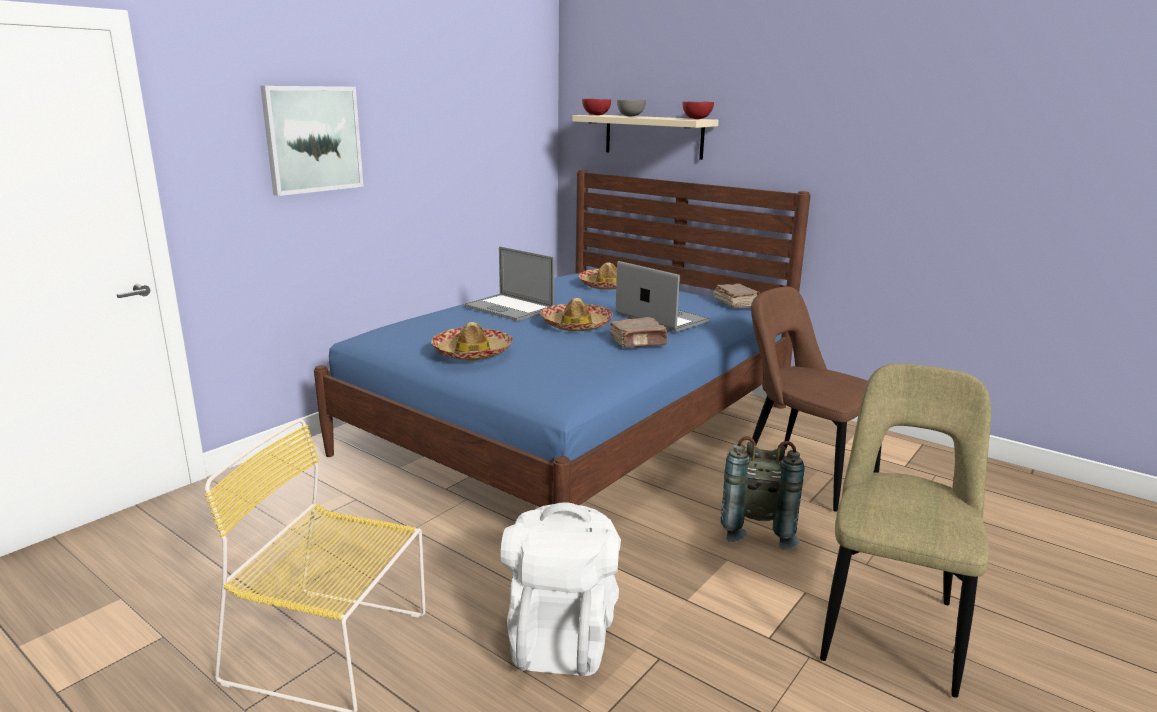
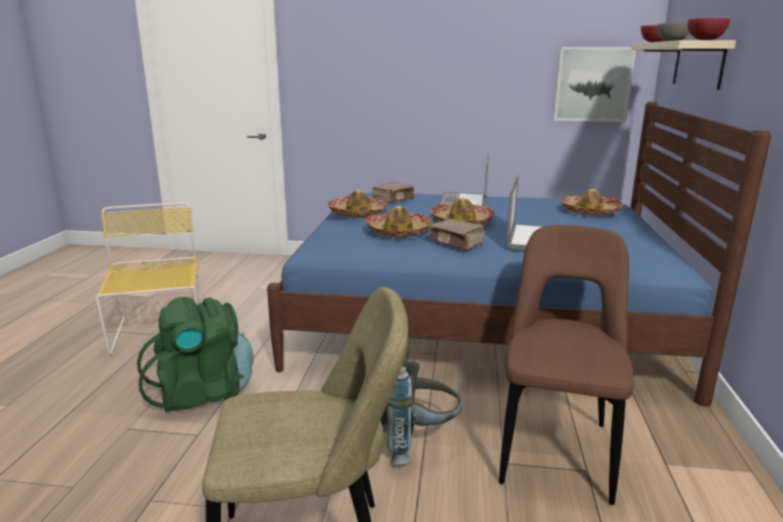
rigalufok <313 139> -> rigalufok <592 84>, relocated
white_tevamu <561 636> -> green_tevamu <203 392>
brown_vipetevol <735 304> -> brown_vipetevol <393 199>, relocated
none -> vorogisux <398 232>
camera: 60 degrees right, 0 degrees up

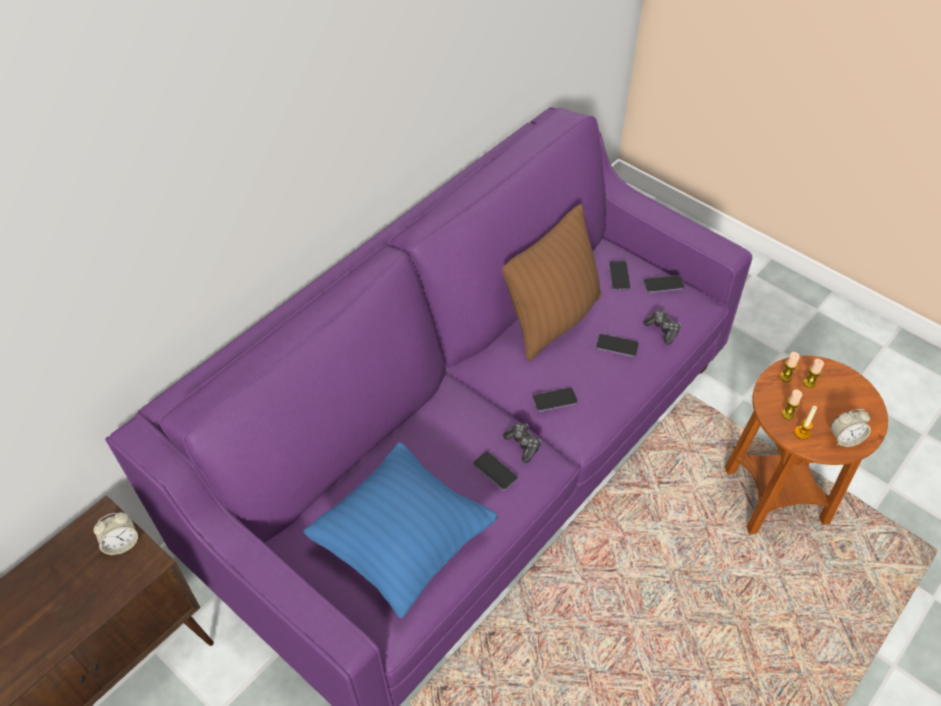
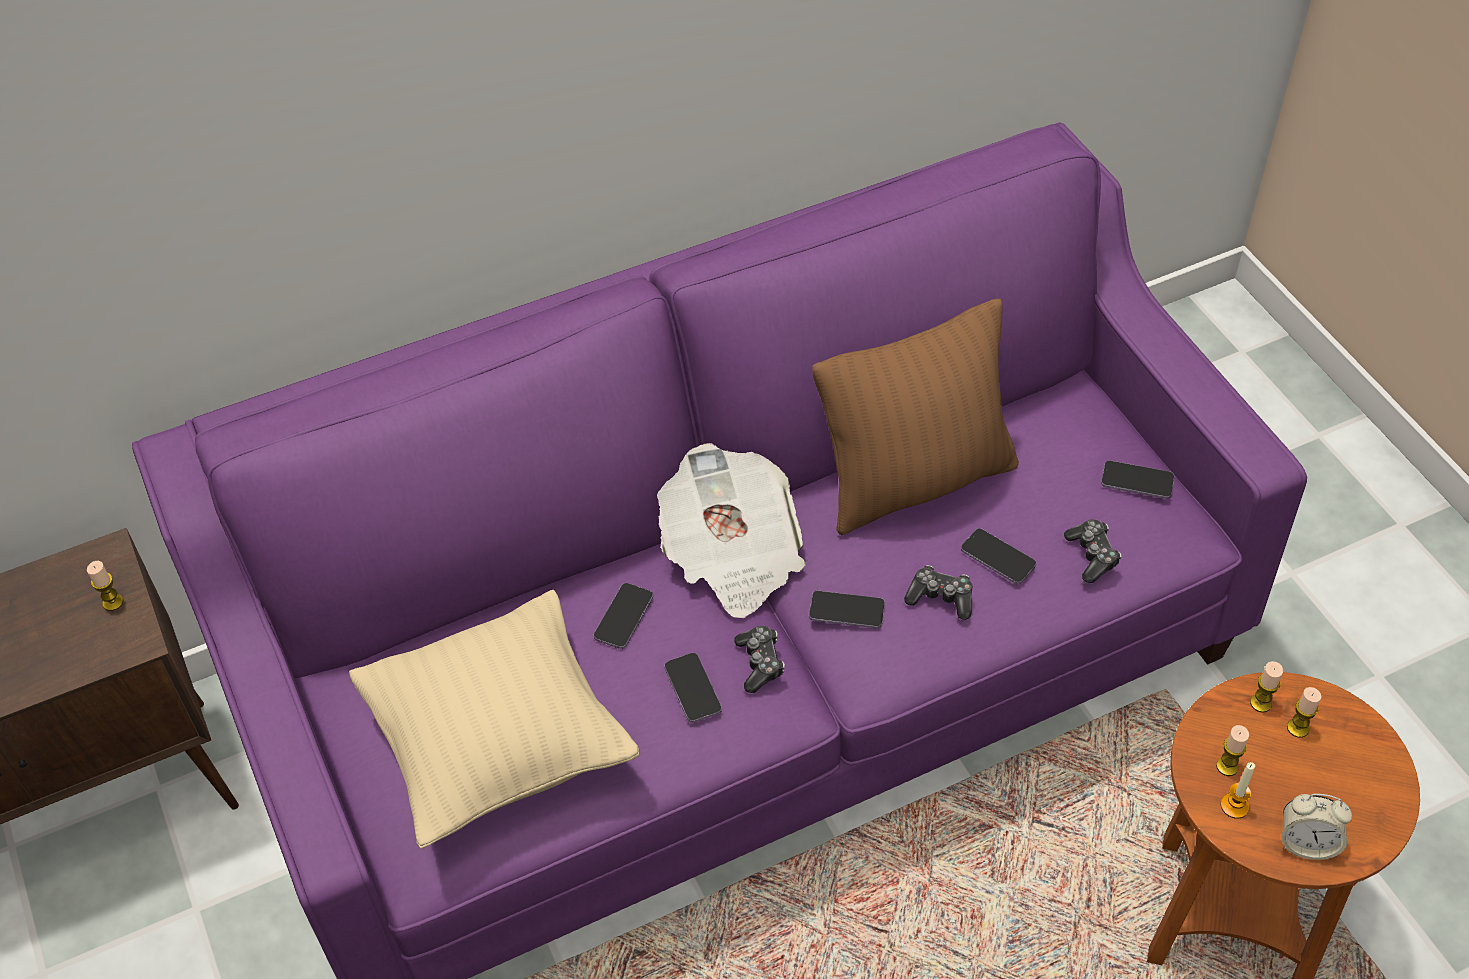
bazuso <122 543> -> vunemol <113 602>
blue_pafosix <403 543> -> beige_pafosix <499 745>
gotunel <619 276> -> gotunel <623 617>, relocated
none -> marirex <732 555>
none -> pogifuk <941 597>
camera: 25 degrees right, 0 degrees up

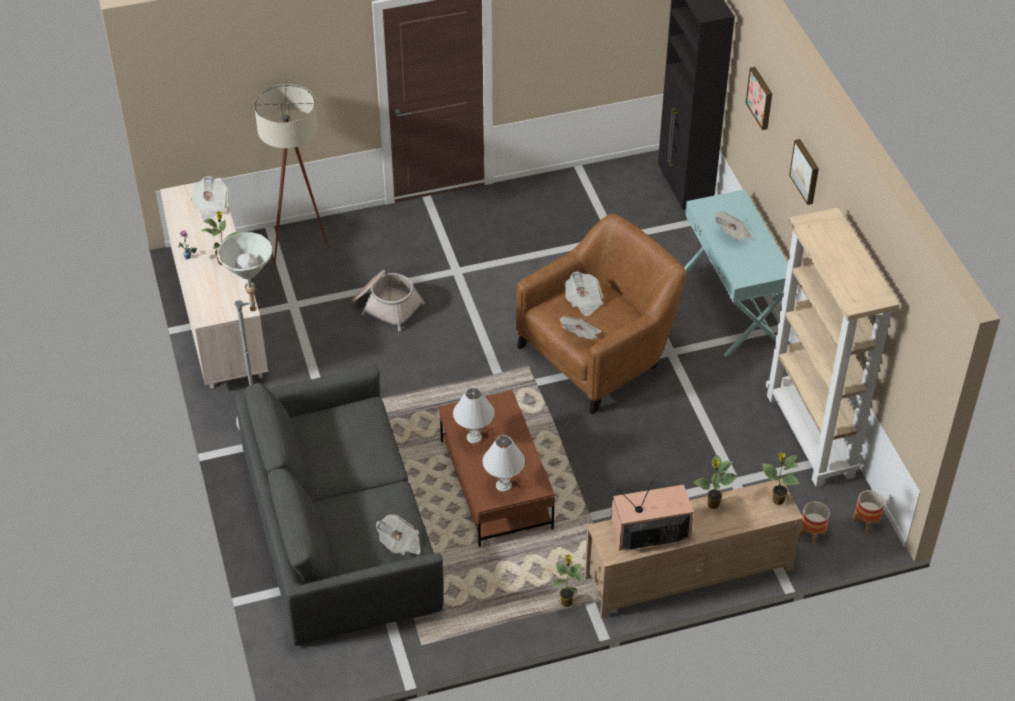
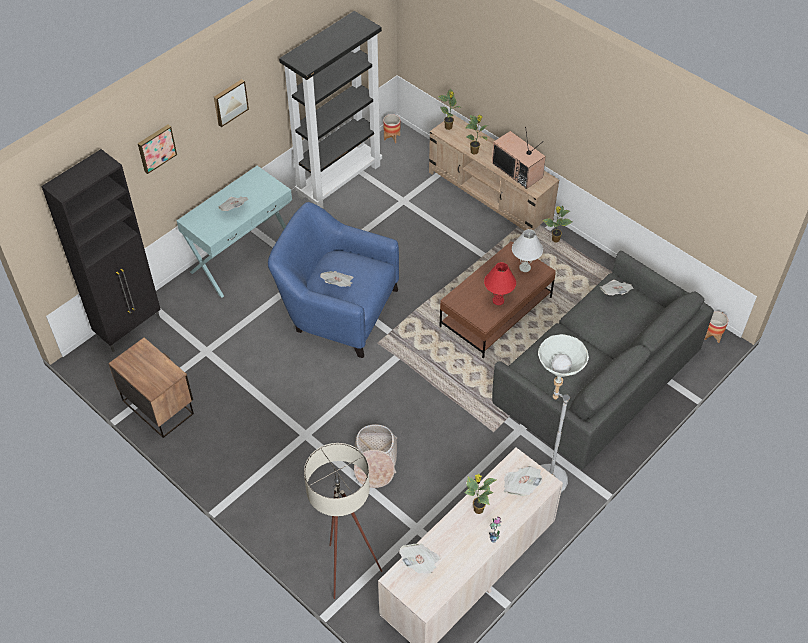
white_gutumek <474 438> -> red_gutumek <498 300>
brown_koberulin <599 353> -> blue_koberulin <337 309>
marirex <580 335> -> marirex <520 485>, relocated
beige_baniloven <811 436> -> black_baniloven <339 180>
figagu <812 534> -> figagu <712 335>, relocated
none -> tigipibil <158 406>
camera: 120 degrees left, 5 degrees up

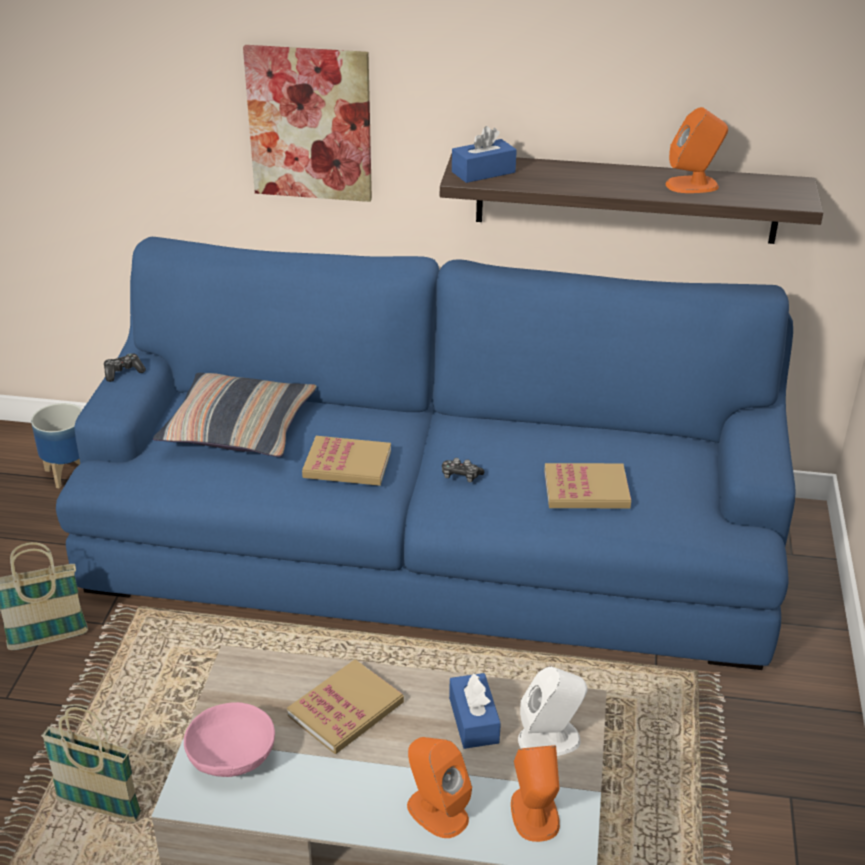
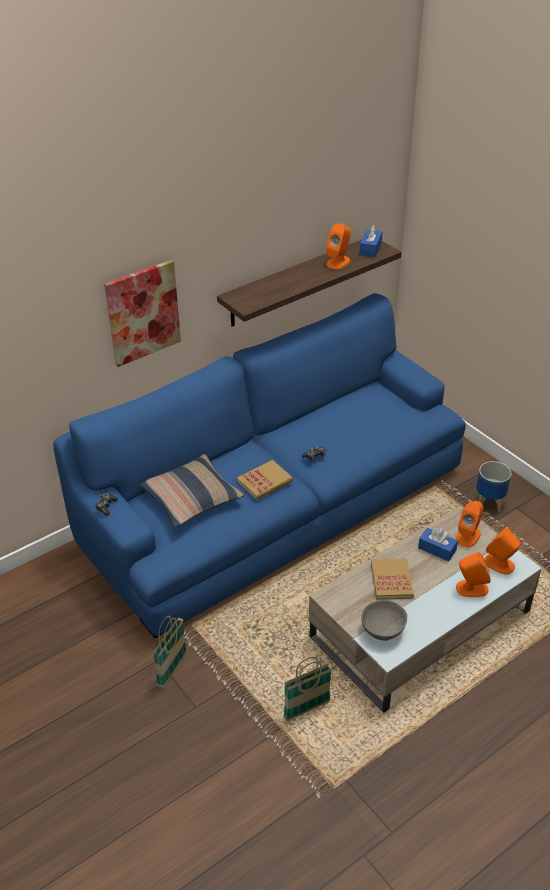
figagu <69 473> -> figagu <489 502>, relocated
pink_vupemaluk <233 760> -> grey_vupemaluk <383 629>
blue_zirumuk <483 172> -> blue_zirumuk <370 249>, relocated
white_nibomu <550 739> -> orange_nibomu <468 536>
vipetevol <586 490> -> none
camera: 45 degrees left, 5 degrees up

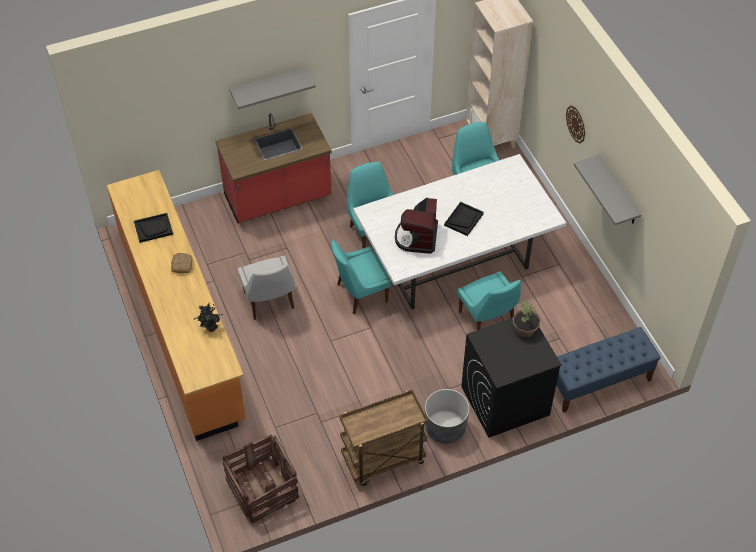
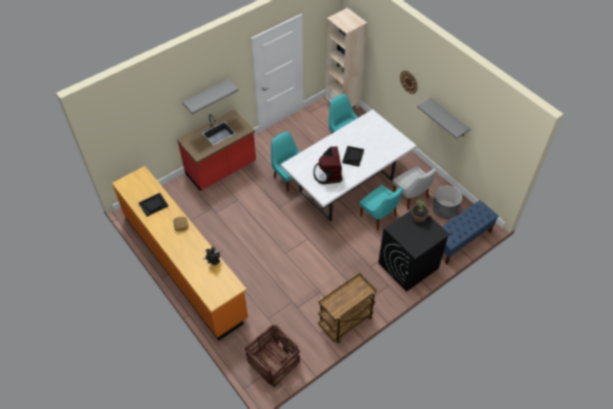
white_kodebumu <269 302> -> white_kodebumu <411 197>, relocated
turquoise_kodebumu <360 294> -> none
grey_figagu <445 428> -> grey_figagu <444 210>, relocated
camera: 15 degrees left, 0 degrees up

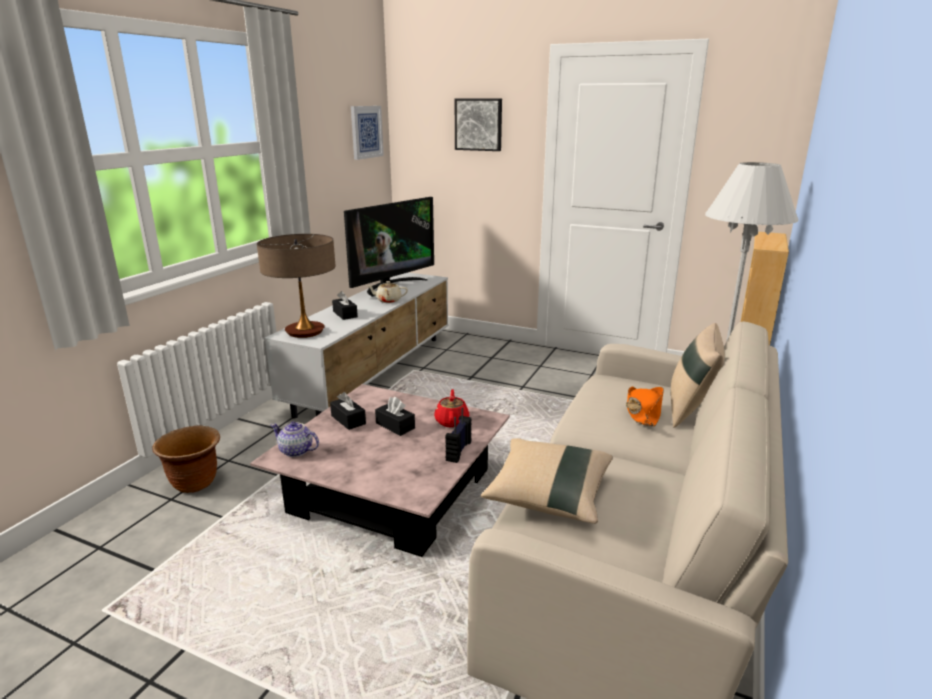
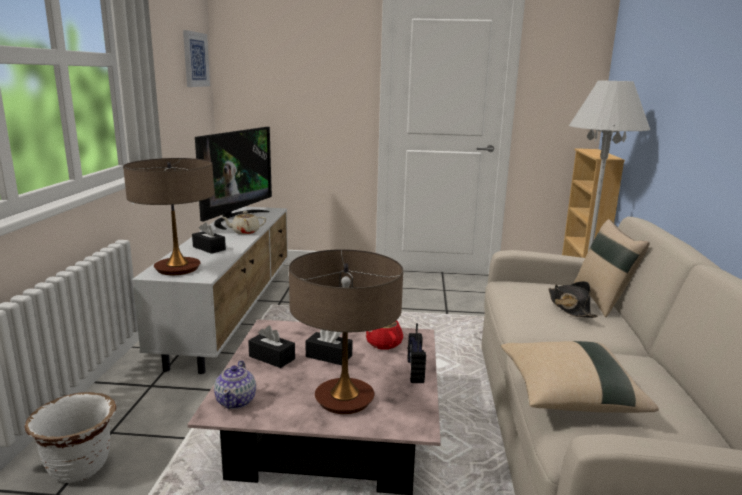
brown_figagu <195 483> -> white_figagu <80 468>
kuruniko <296 451> -> kuruniko <236 401>, 90 degrees counterclockwise
rigalufok <479 124> -> none
orange_vorogisux <643 412> -> black_vorogisux <570 307>
none -> gutumek <344 399>
camera: 20 degrees left, 5 degrees down

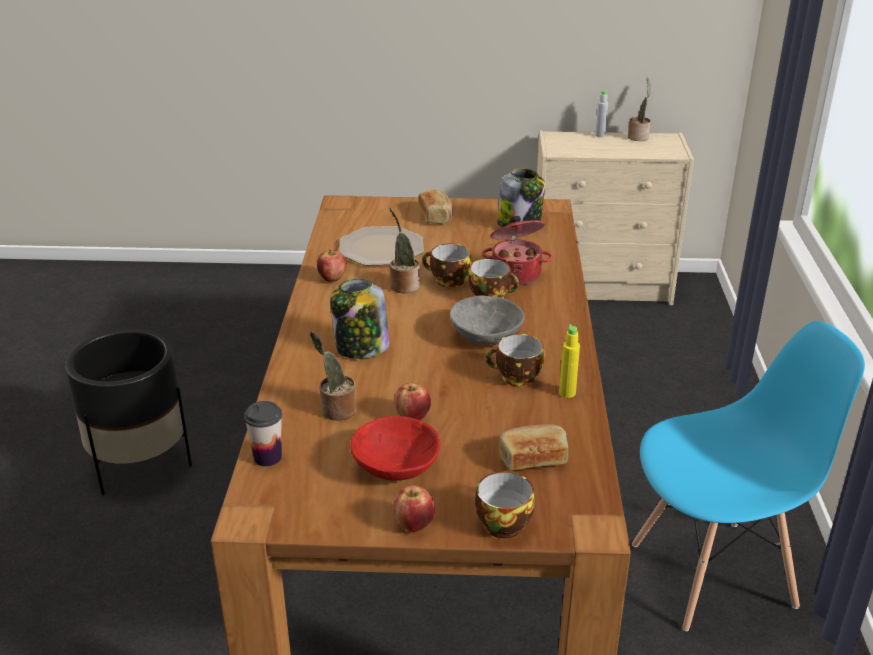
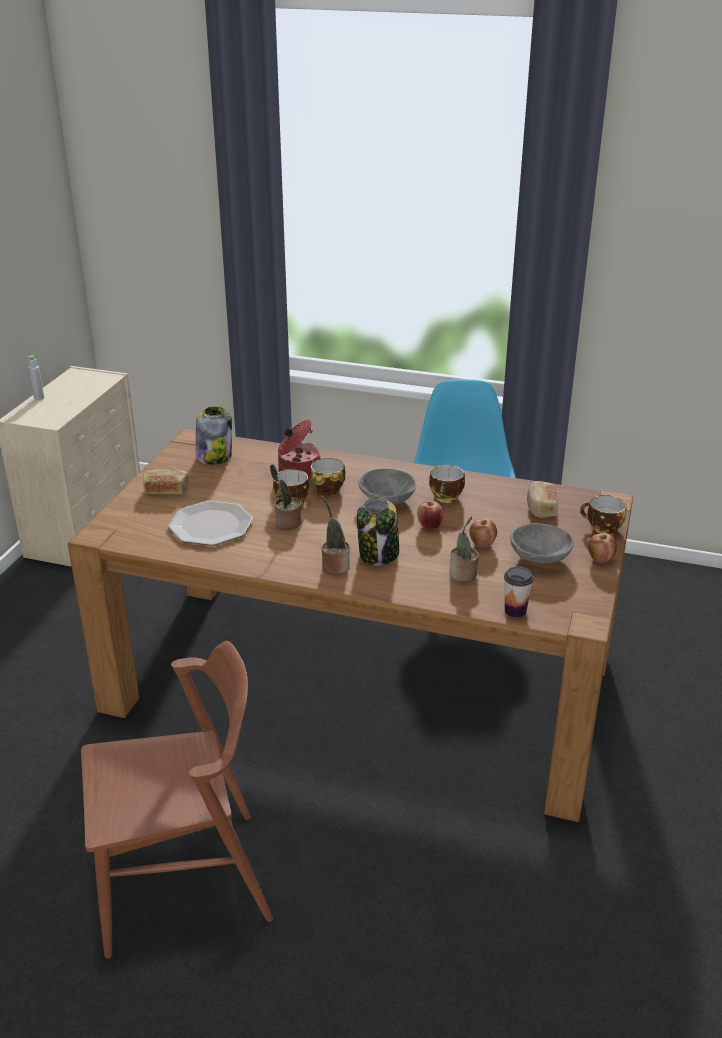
black_figagu <140 465> -> brown_kodebumu <183 881>
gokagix <332 279> -> gokagix <430 526>, relocated
red_vupemaluk <394 468> -> grey_vupemaluk <540 559>
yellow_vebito <567 393> -> none
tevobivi <638 137> -> tevobivi <334 566>, relocated
camera: 75 degrees left, 0 degrees up

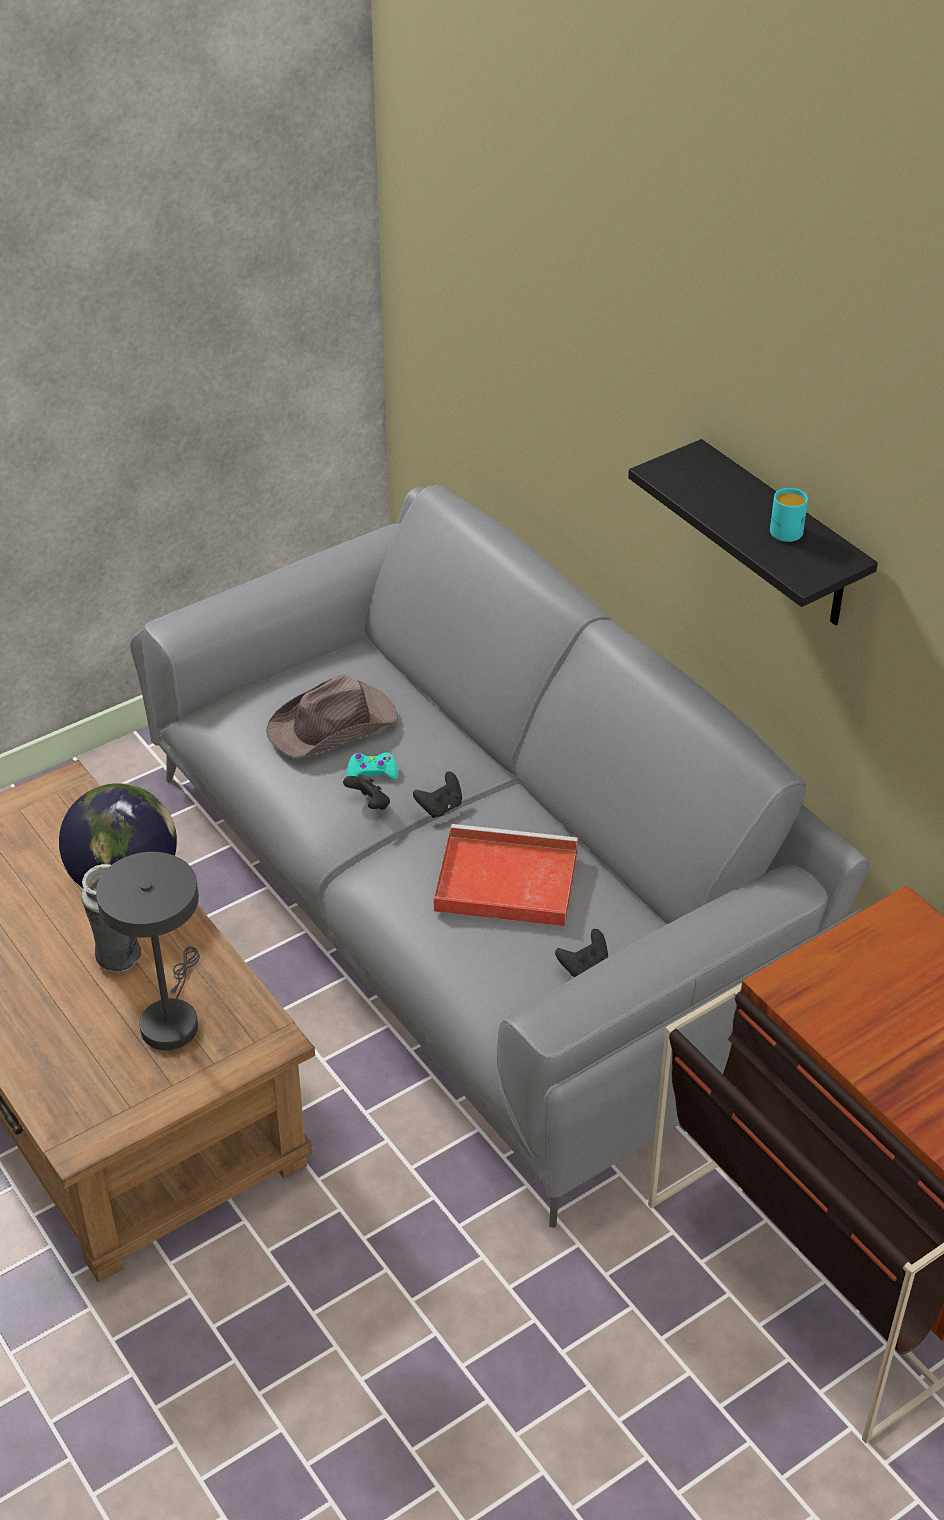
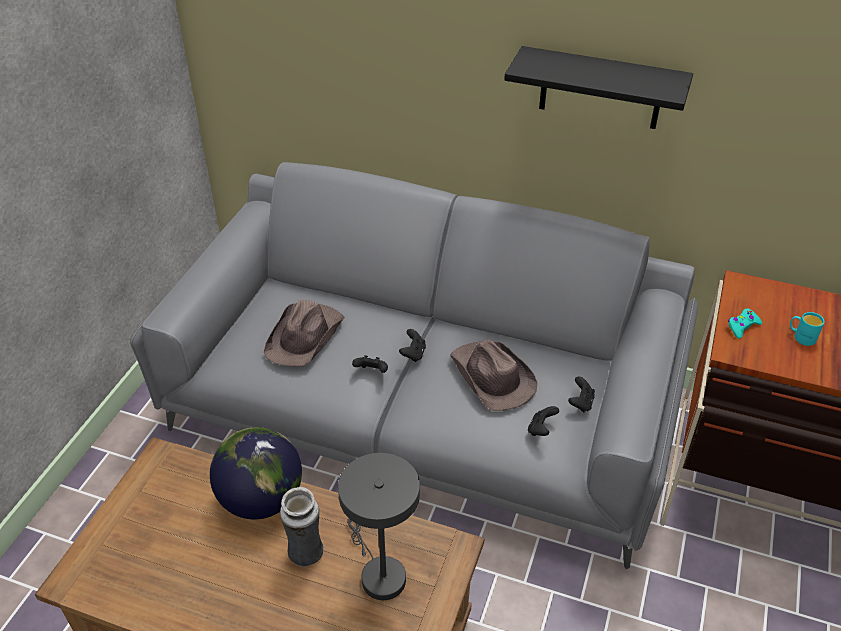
turquoise_pogifuk <372 772> -> turquoise_pogifuk <742 326>, relocated
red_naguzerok <503 881> -> brown_vorogisux <492 377>
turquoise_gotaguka <783 529> -> turquoise_gotaguka <801 337>, relocated
none -> black_pogifuk <541 429>
camera: 35 degrees left, 0 degrees up

